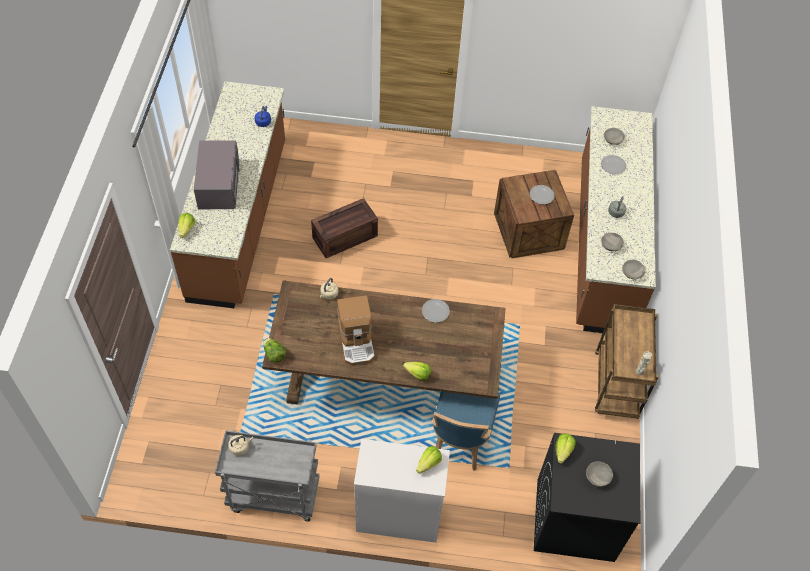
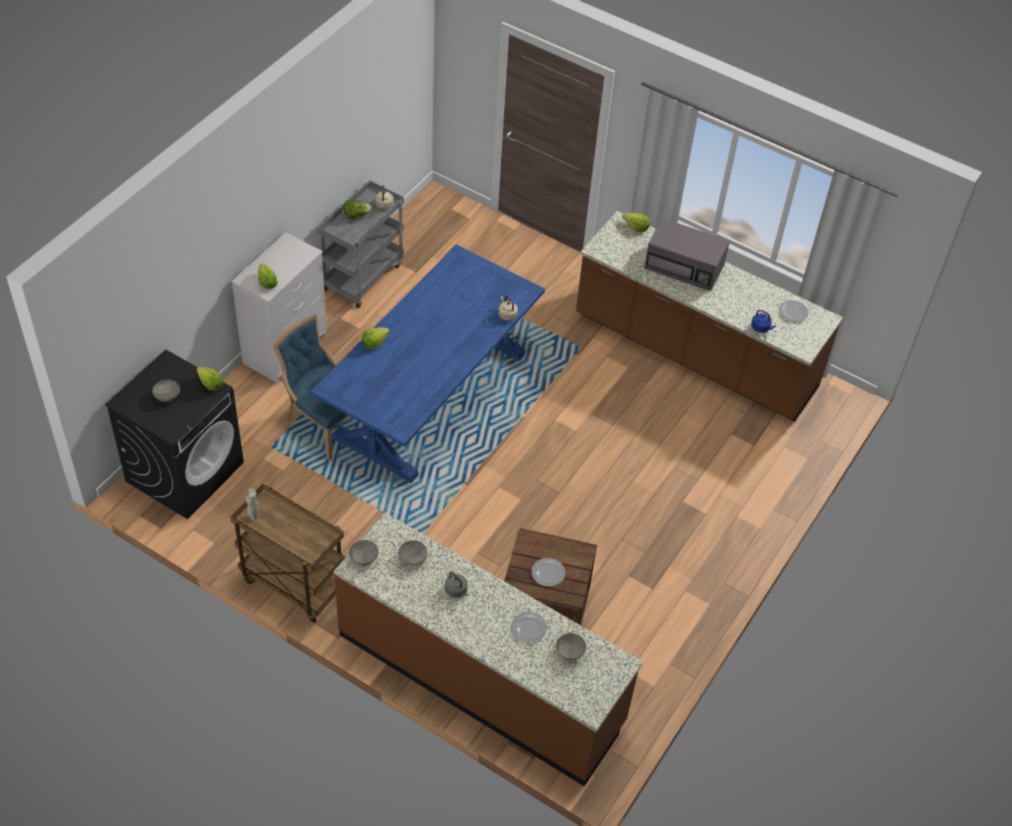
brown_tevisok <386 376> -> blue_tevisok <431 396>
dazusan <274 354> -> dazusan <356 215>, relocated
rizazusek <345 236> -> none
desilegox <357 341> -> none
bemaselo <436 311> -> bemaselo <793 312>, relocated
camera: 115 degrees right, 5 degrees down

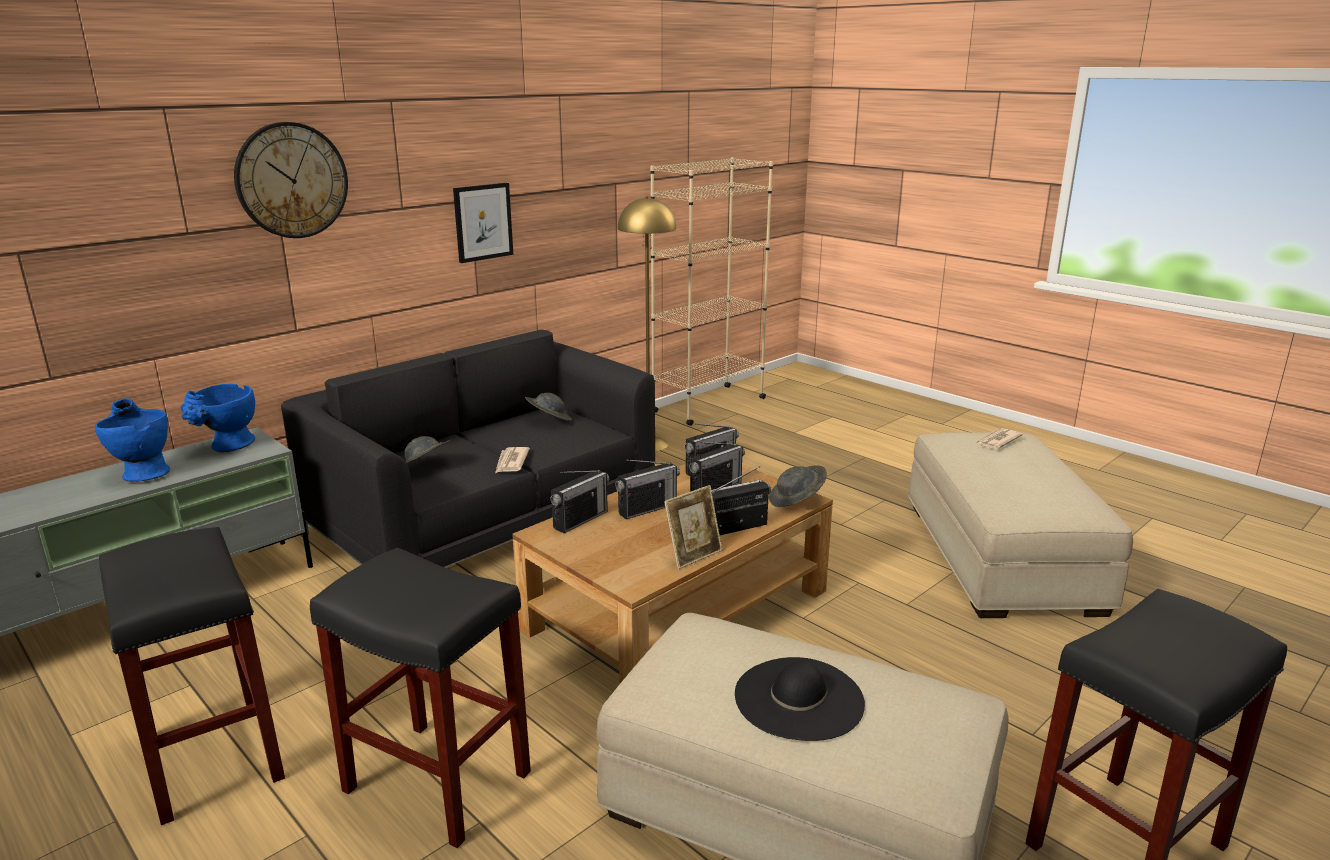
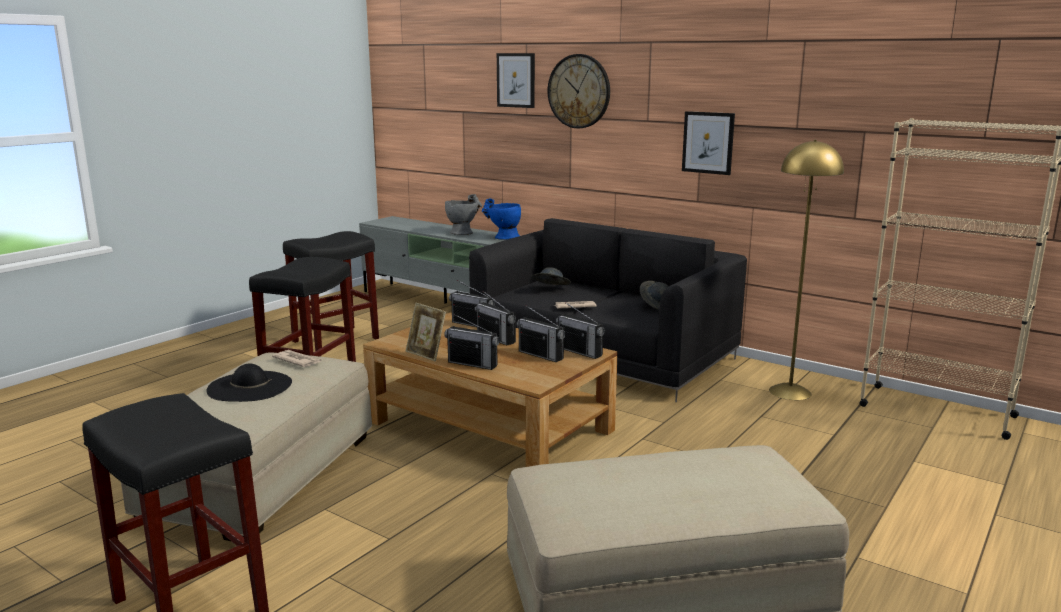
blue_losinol <142 473> -> grey_losinol <463 233>
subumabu <736 528> -> subumabu <472 364>, 150 degrees clockwise
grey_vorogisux <796 500> -> none
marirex <997 441> -> marirex <297 360>, relocated
none -> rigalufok <516 80>
camera: 80 degrees right, 5 degrees down

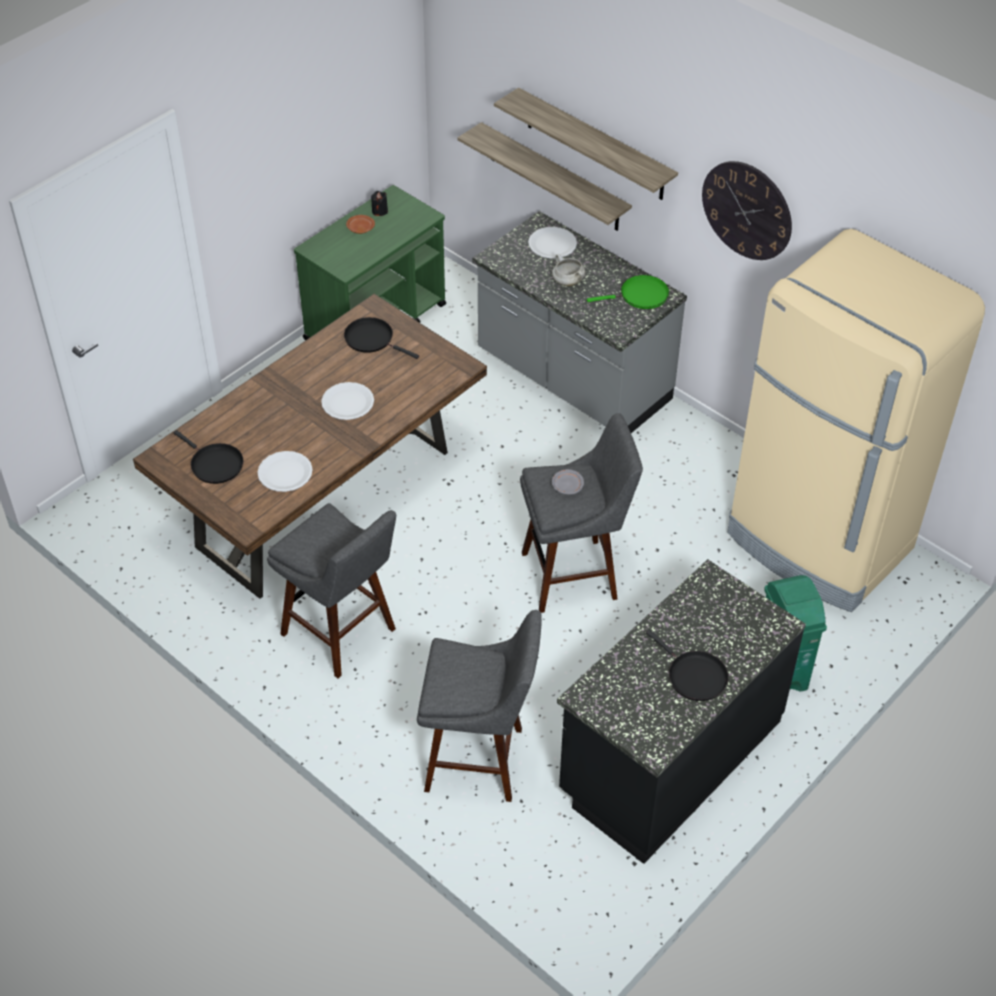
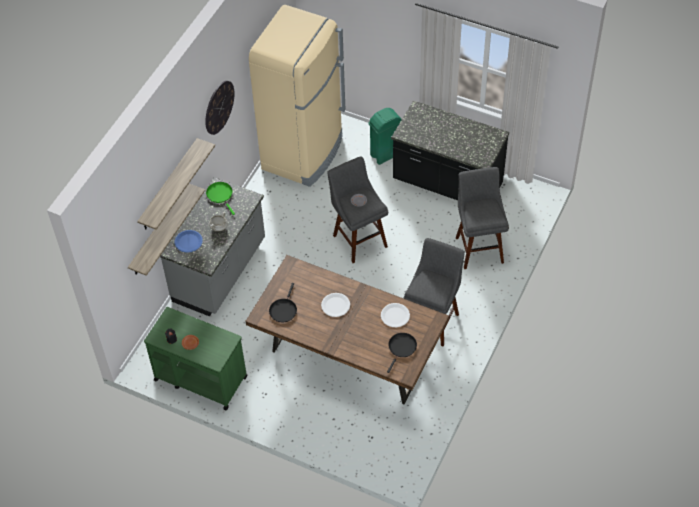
white_bemaselo <552 244> -> blue_bemaselo <188 242>
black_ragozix <694 676> -> none
camera: 105 degrees left, 5 degrees up

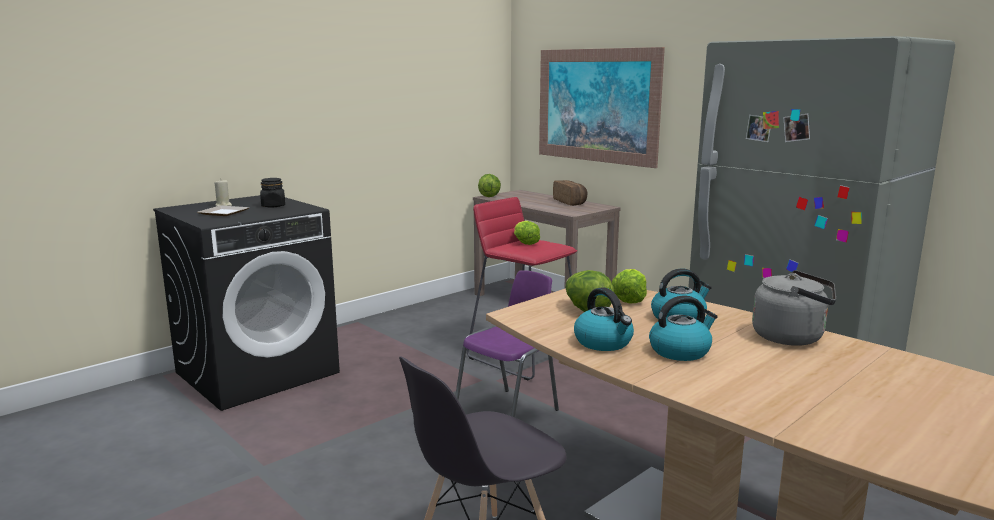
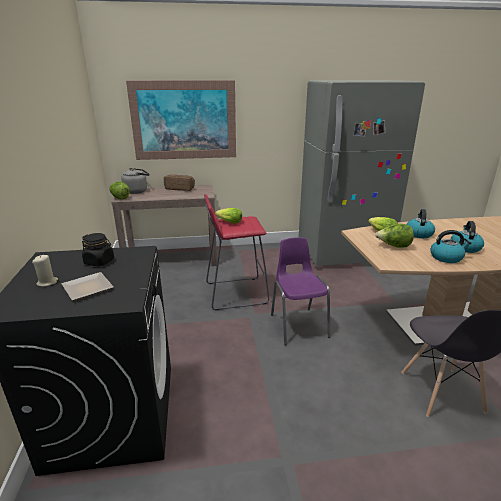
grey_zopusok <792 337> -> grey_zopusok <137 191>, relocated
camera: 55 degrees left, 10 degrees up

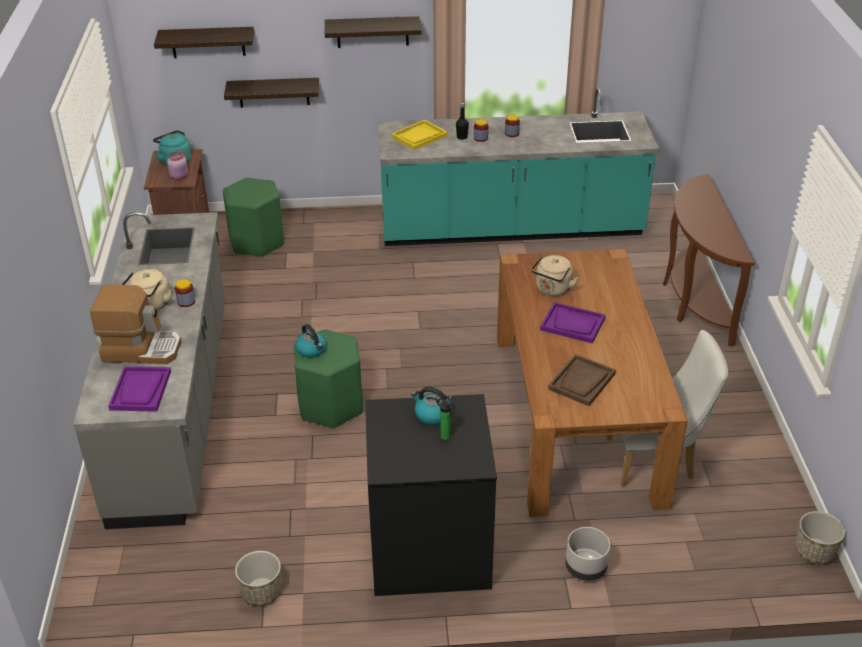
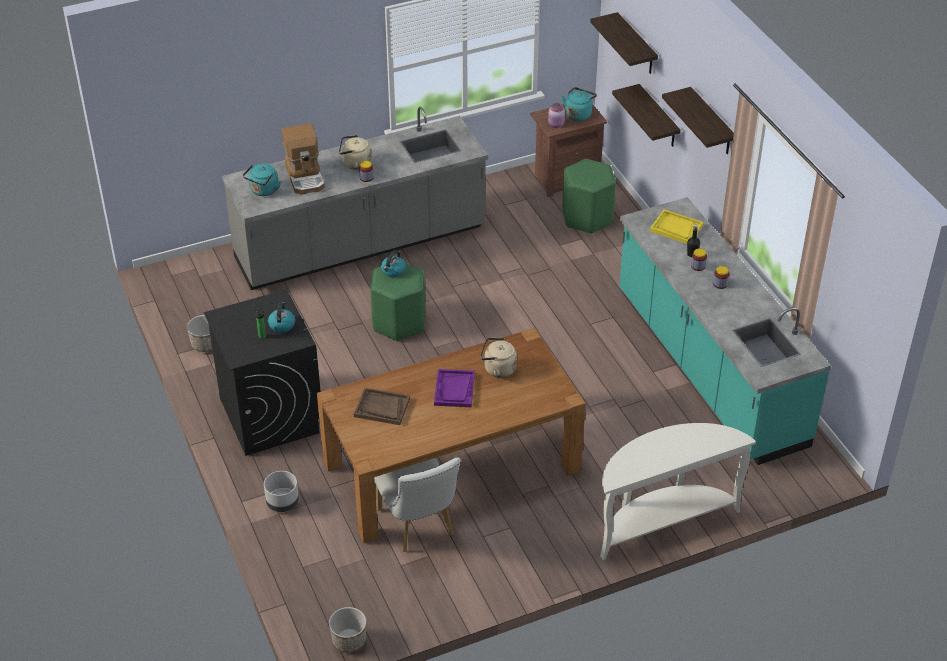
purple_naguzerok <141 390> -> turquoise_zopusok <263 191>
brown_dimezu <693 300> -> white_dimezu <662 521>
camera: 70 degrees right, 5 degrees up

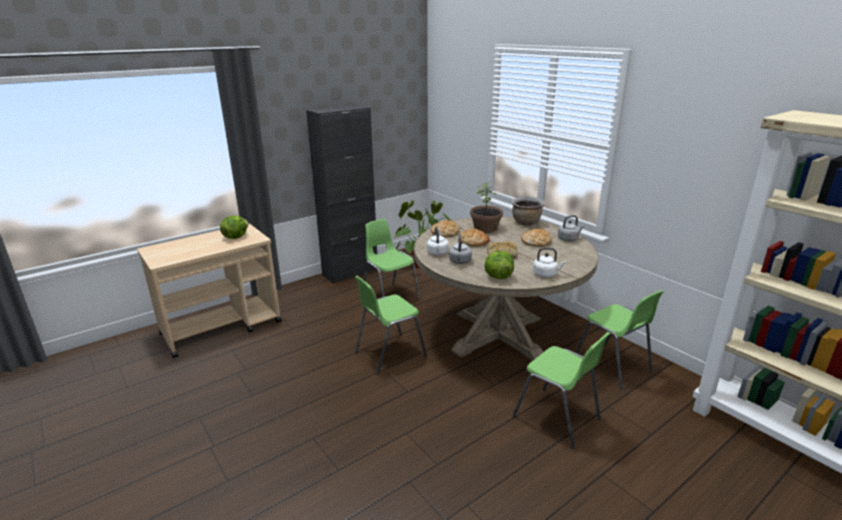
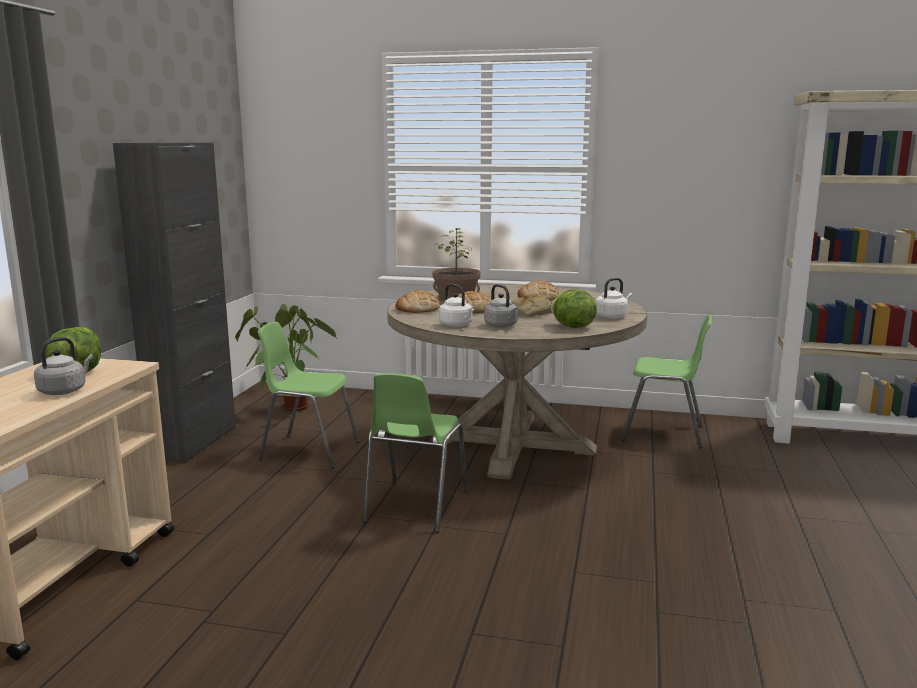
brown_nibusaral <526 223> -> none
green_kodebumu <557 418> -> none
grey_zopusok <569 239> -> grey_zopusok <64 391>, relocated
camera: 40 degrees left, 10 degrees down

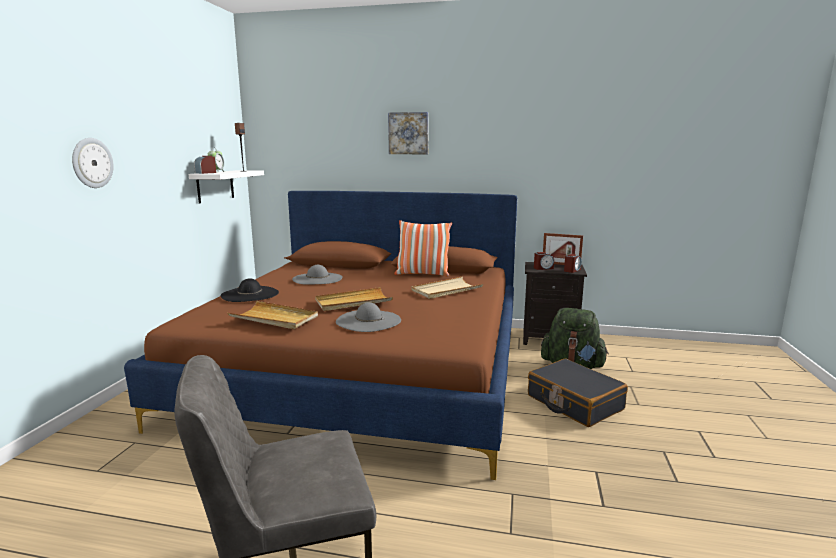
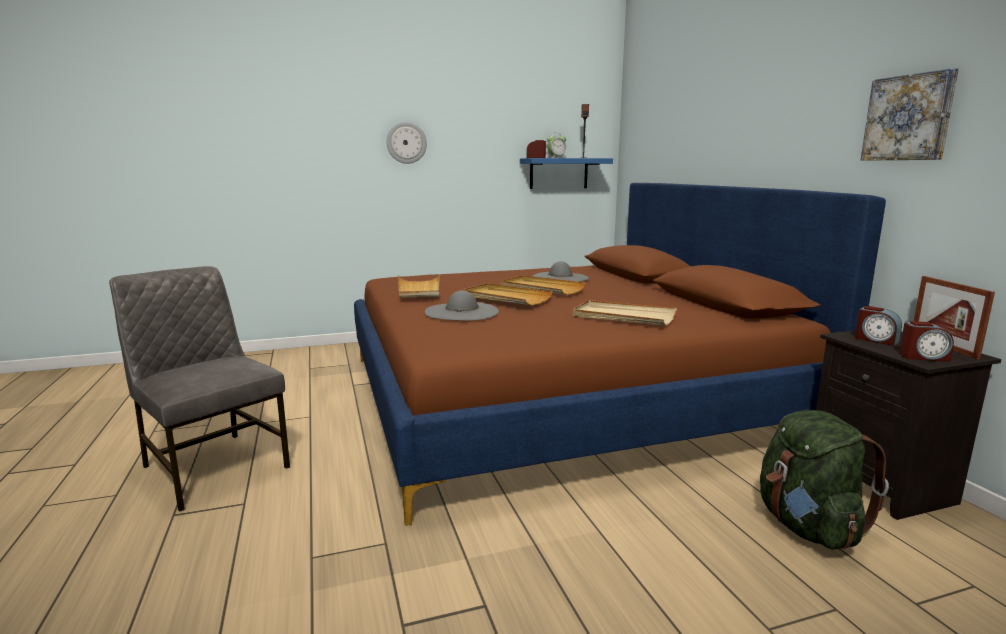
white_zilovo <215 186> -> blue_zilovo <558 173>
black_vorogisux <250 294> -> none
rigalufok <408 133> -> rigalufok <909 118>, relocated
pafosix <422 274> -> none
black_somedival <574 403> -> none
none -> beige_naguzerok <541 288>
camera: 60 degrees right, 0 degrees up

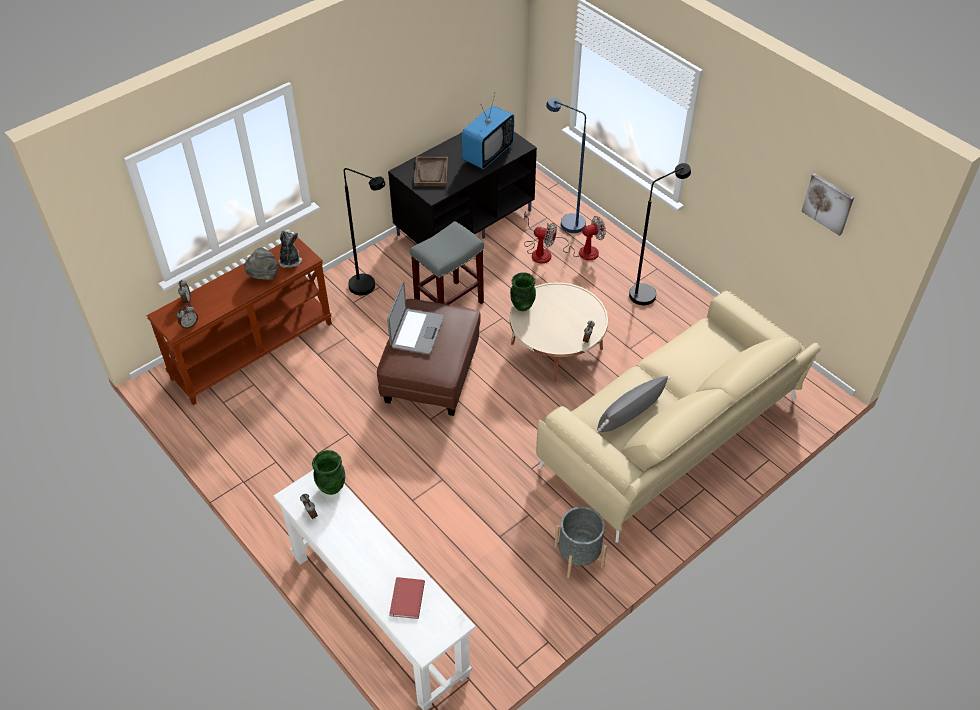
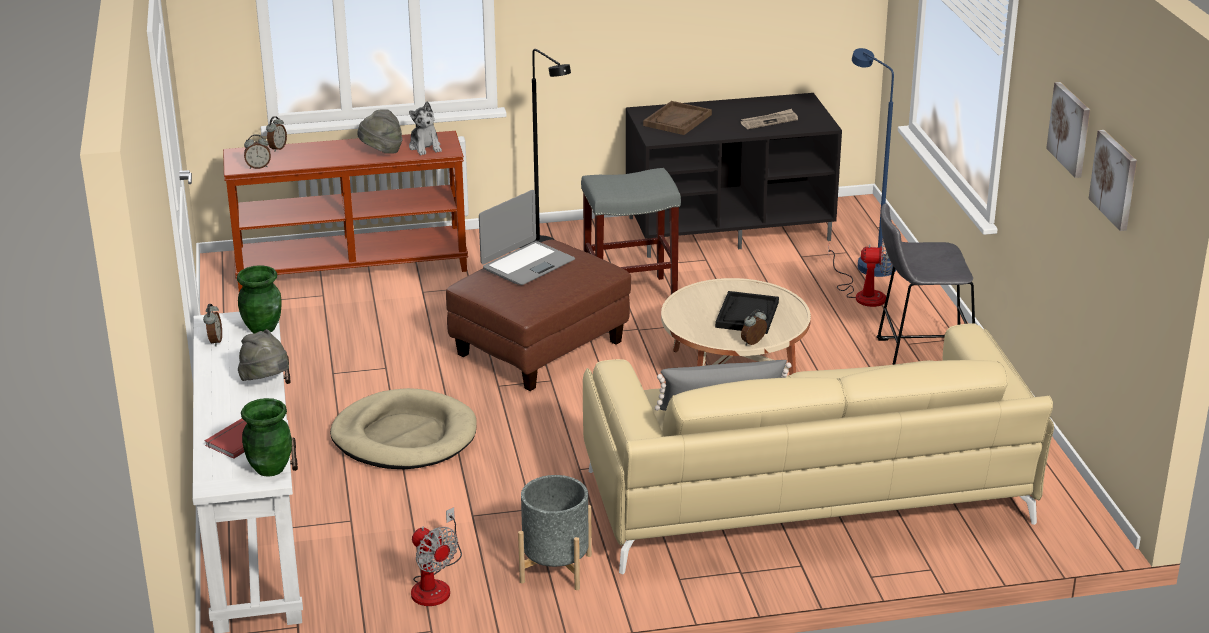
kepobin <290 260> -> kepobin <425 147>, 135 degrees clockwise
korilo <487 154> -> marirex <769 121>
green_losinol <522 305> -> green_losinol <270 468>, relocated
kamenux <538 251> -> kamenux <435 584>, relocated
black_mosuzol <647 292> -> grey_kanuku <919 356>
none -> grey_vorogisux <266 381>
none -> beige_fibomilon <404 436>
none -> black_naguzerok <747 314>
none -> rigalufok <1070 129>
camera: 30 degrees right, 20 degrees down

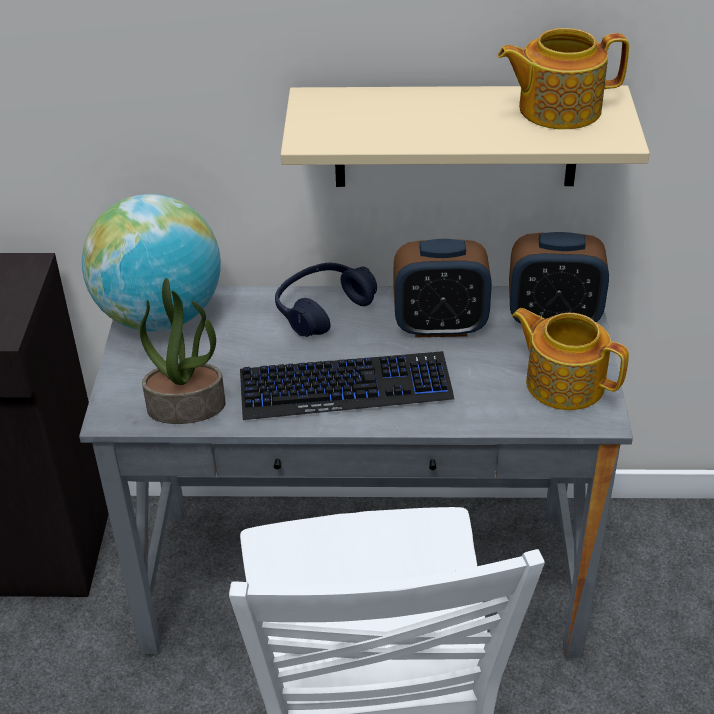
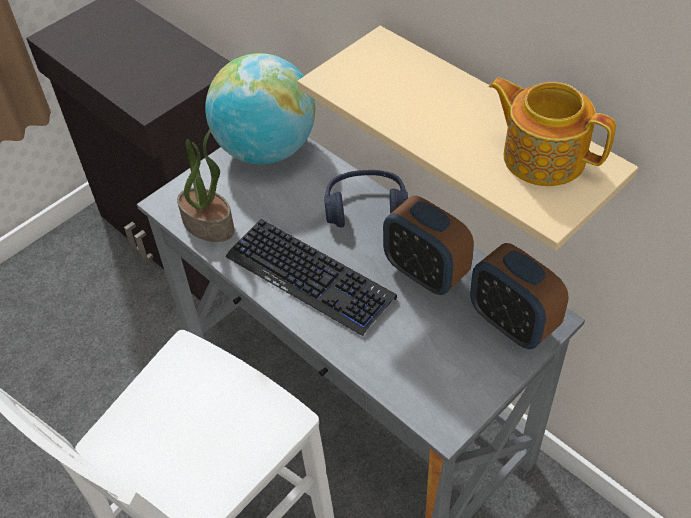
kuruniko <563 382> -> none
camera: 45 degrees right, 10 degrees up

